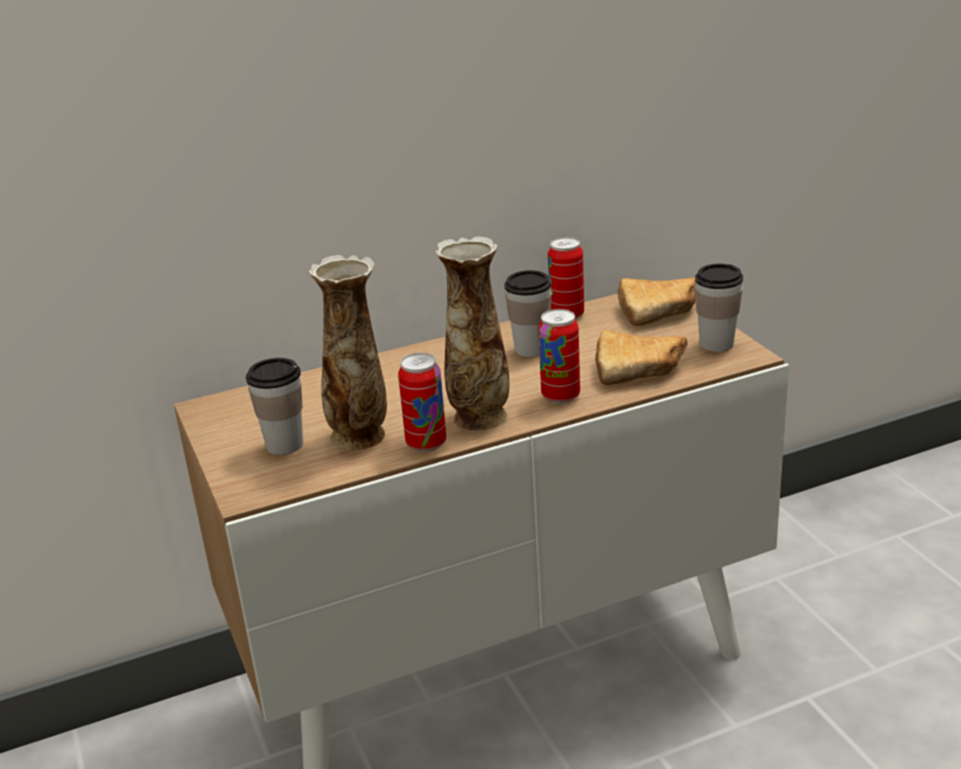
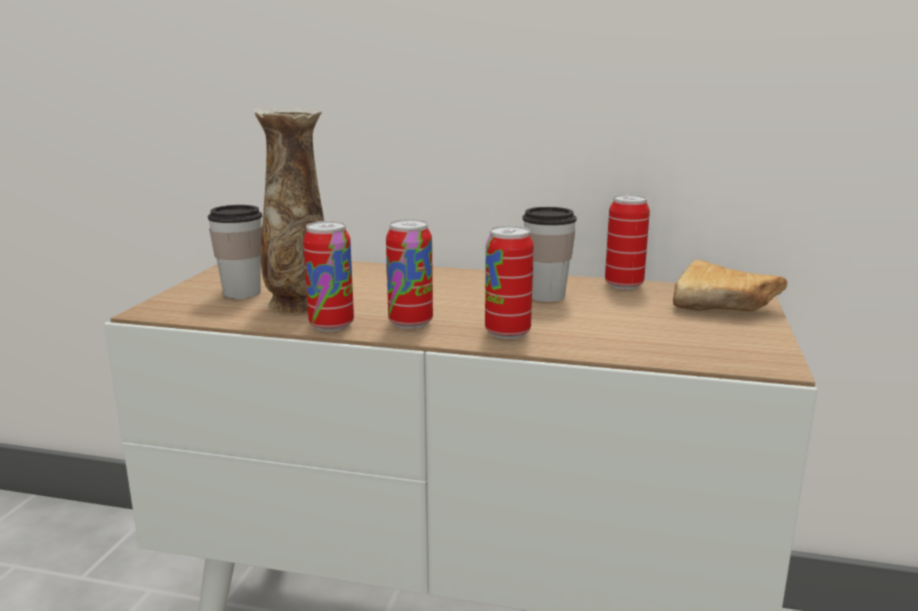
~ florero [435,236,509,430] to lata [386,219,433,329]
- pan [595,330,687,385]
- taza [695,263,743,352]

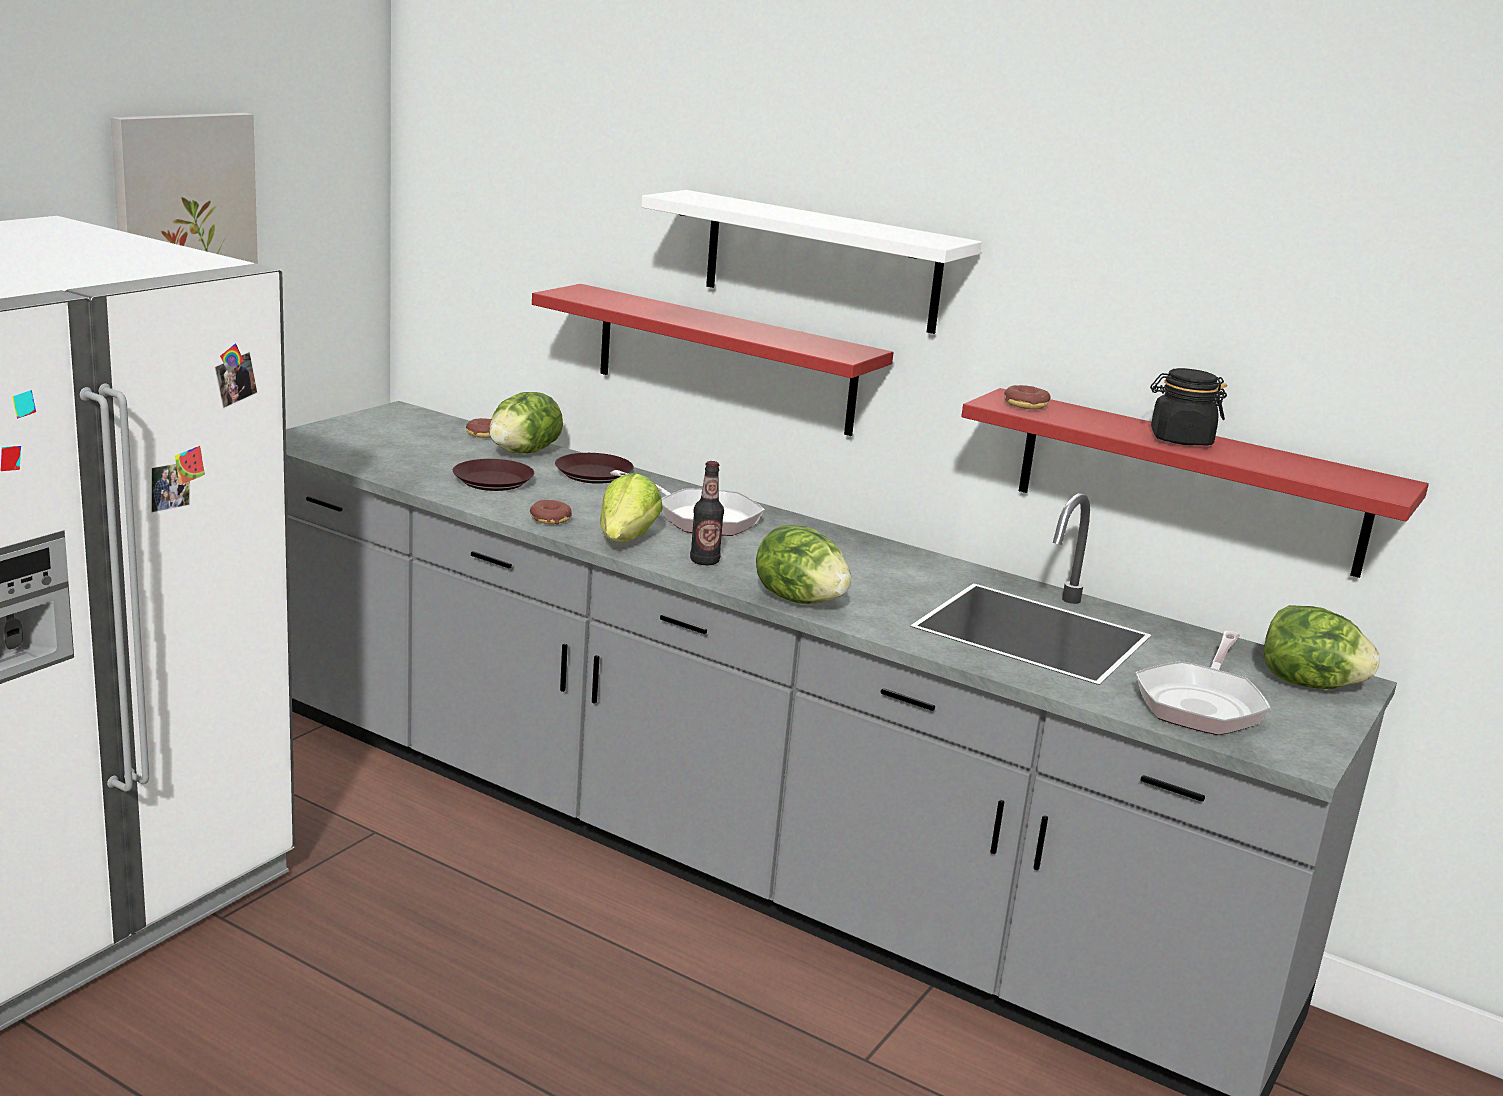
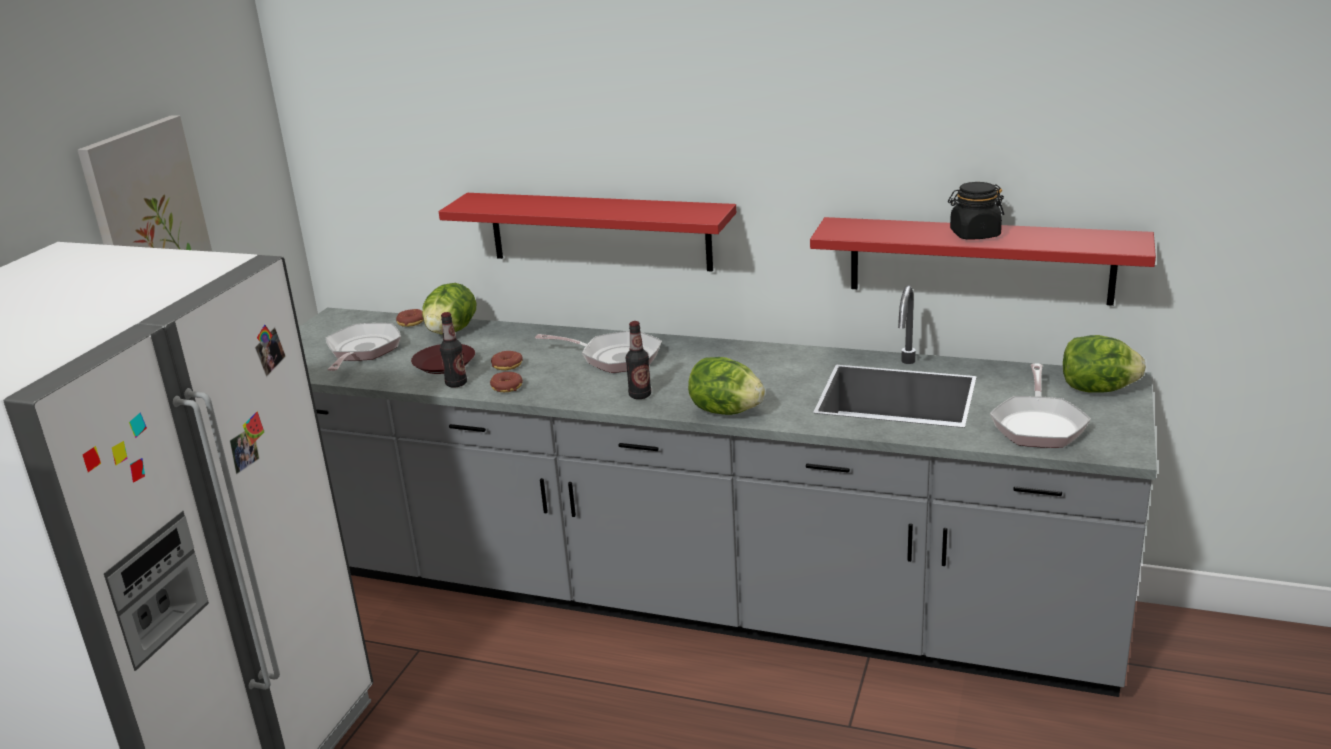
- plato [marrón] [555,453,634,484]
- lechuga [600,473,663,542]
- estante [blanco] [641,190,982,334]
~ rosquilla [1004,385,1050,410] to [491,351,523,370]
+ sartén [326,323,401,371]
+ botella [440,312,467,388]

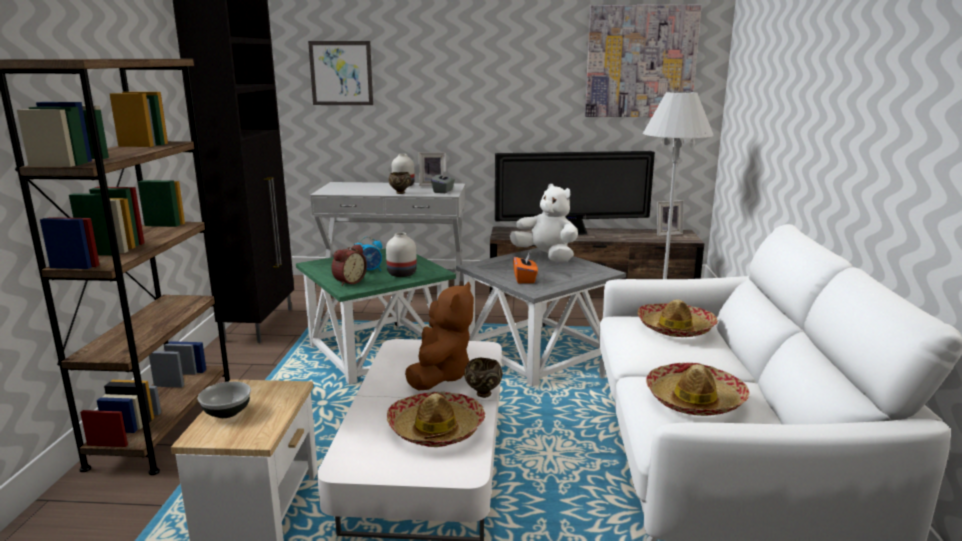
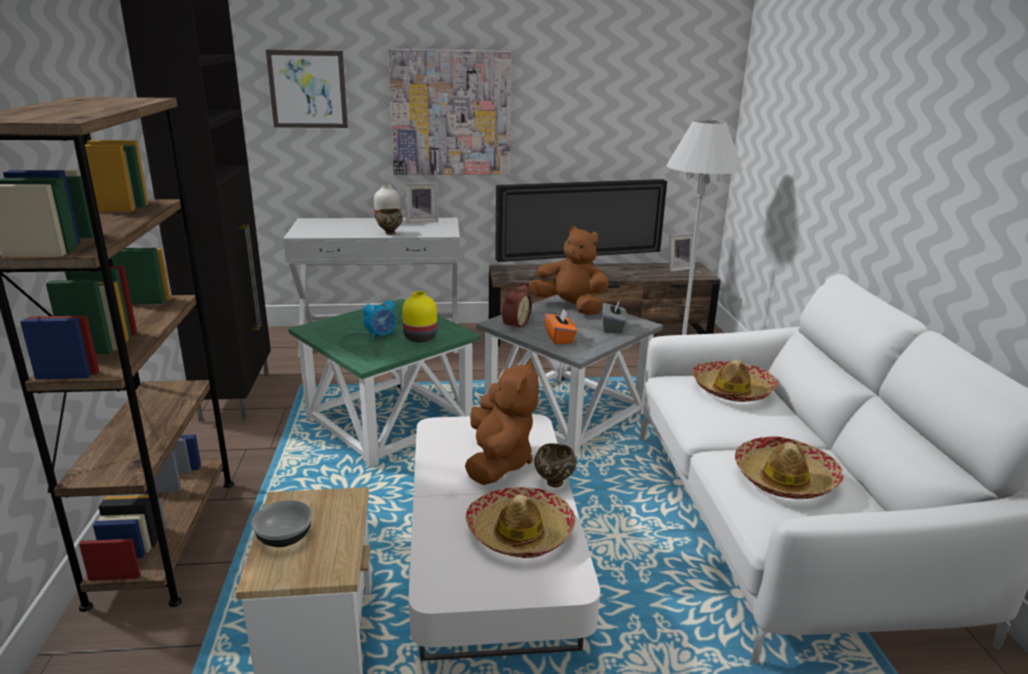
~ despertador [331,244,367,286] to [502,285,532,330]
~ florero [blanco] [386,232,417,277] to florero [amarillo] [402,291,437,342]
~ caja de pañuelos [gris] [431,171,455,193] to [603,299,627,333]
~ peluche [blanco] [510,184,578,262] to peluche [marrón] [529,226,609,315]
~ cuadro [585,5,702,117] to [388,49,512,175]

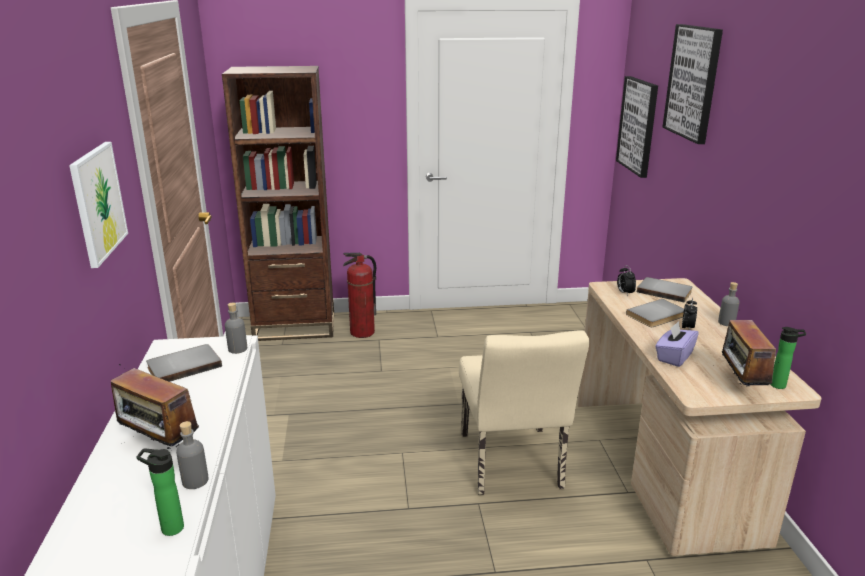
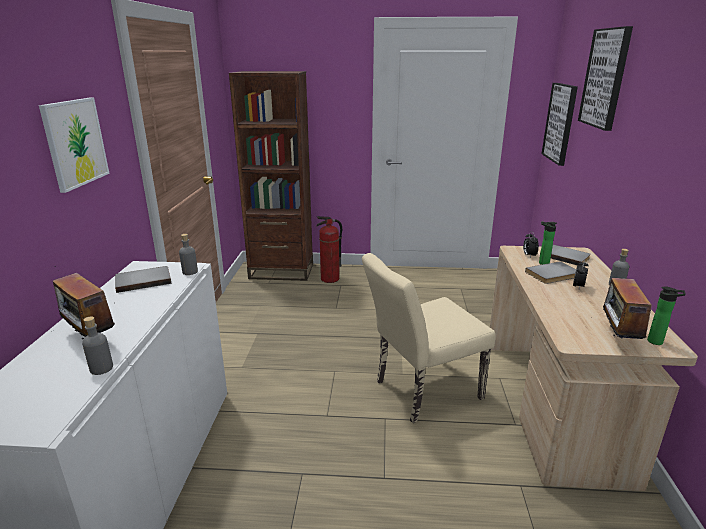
~ botella [137,449,184,536] to [539,221,557,265]
~ silla [beis] [459,330,589,495] = [362,253,496,423] 60 degrees clockwise
- caja de pañuelos [morado] [655,321,699,367]

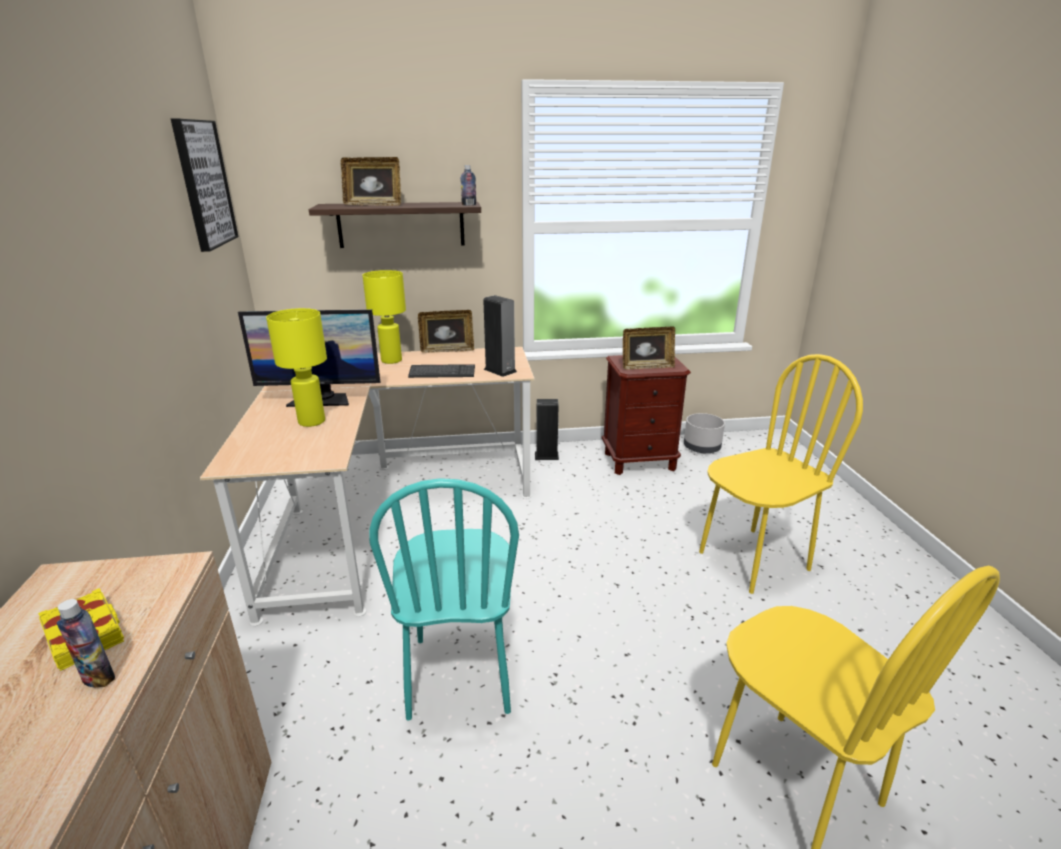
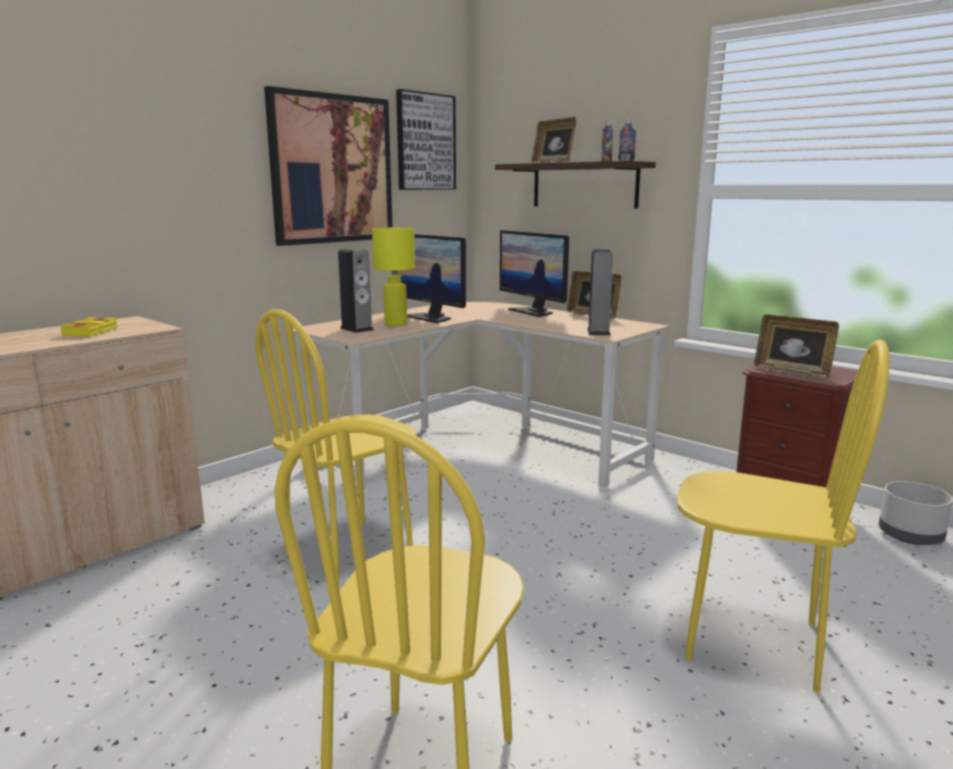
~ botella [57,599,115,688] to [601,121,613,161]
~ lámpara de mesa [amarillo] [362,270,406,364] to monitor [500,230,569,317]
~ silla [turquesa] [369,478,519,720] to silla [amarillo] [255,309,416,585]
- teclado [408,364,475,378]
~ altavoz [535,399,559,460] to [338,248,374,333]
+ cuadro [264,86,392,246]

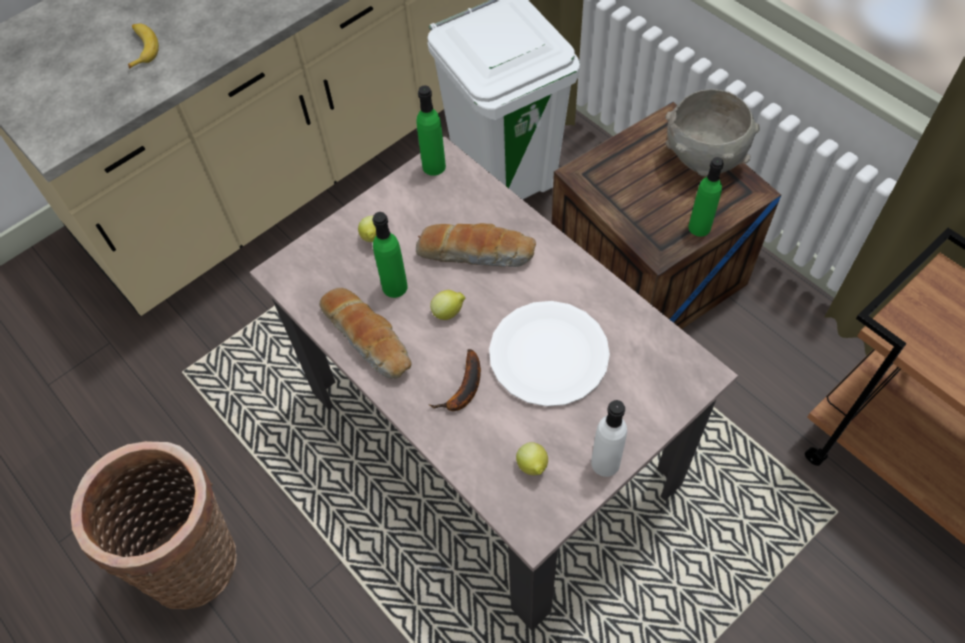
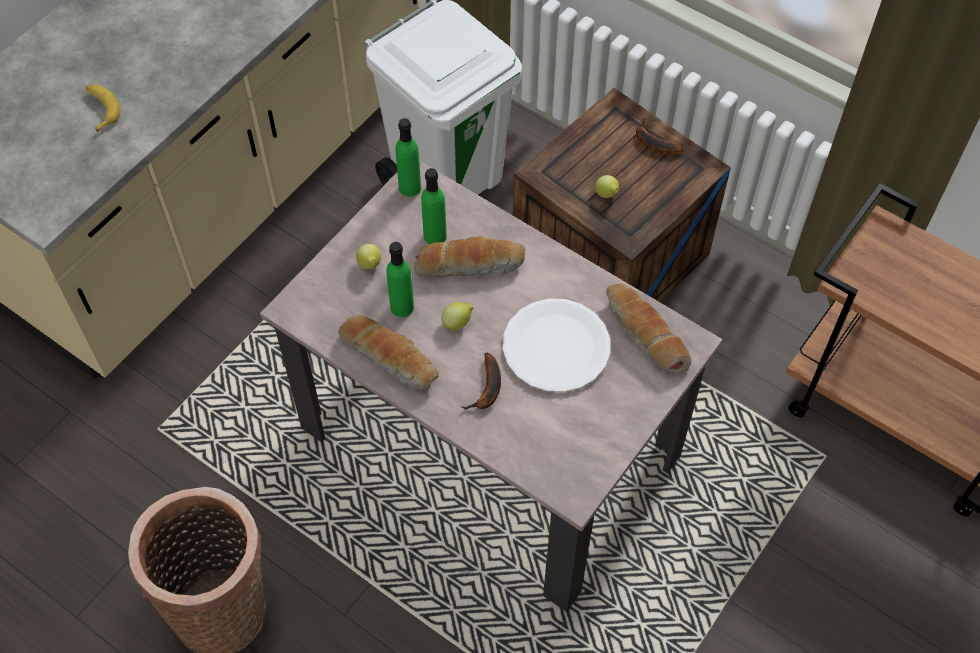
~ limón [516,442,548,475] to [595,175,619,198]
- botella [blanco] [591,400,627,477]
~ cuenco [gris] [666,89,760,177] to plátano [636,118,684,155]
~ botella [verde] [688,157,724,237] to [421,168,447,244]
+ pan [606,284,692,373]

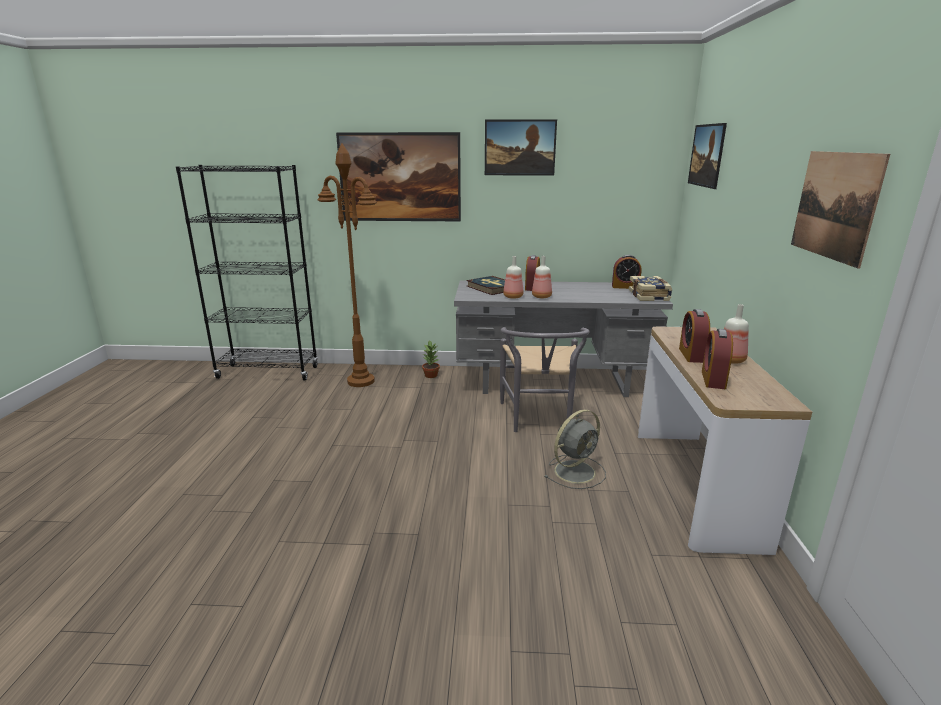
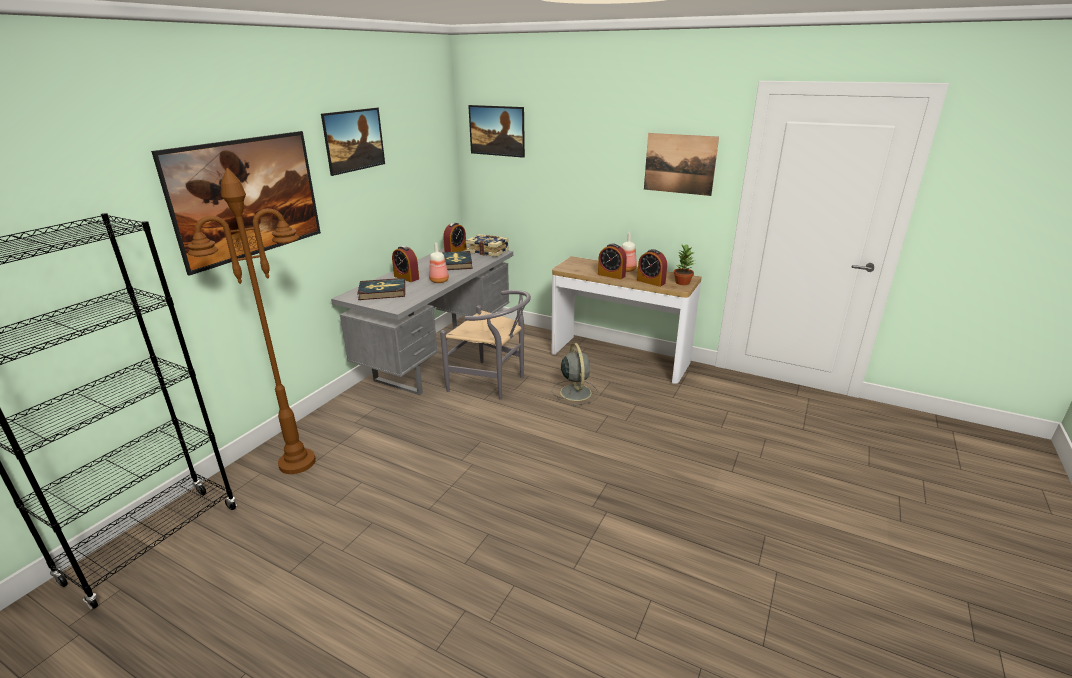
~ planta en maceta [422,341,440,378] to [674,244,695,285]
- botella [503,256,523,299]
+ libro [441,251,473,270]

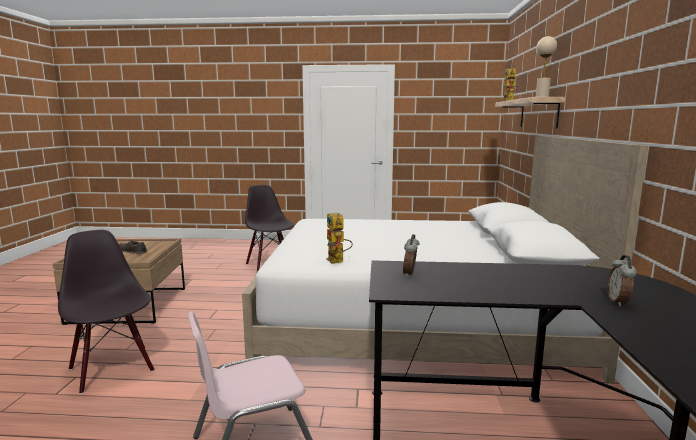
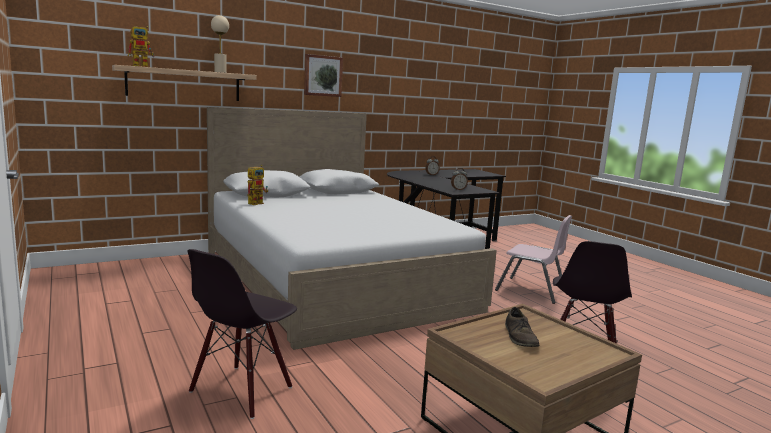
~ robot de juguete [326,213,353,264] to [247,165,268,205]
+ cuadro [304,54,343,97]

